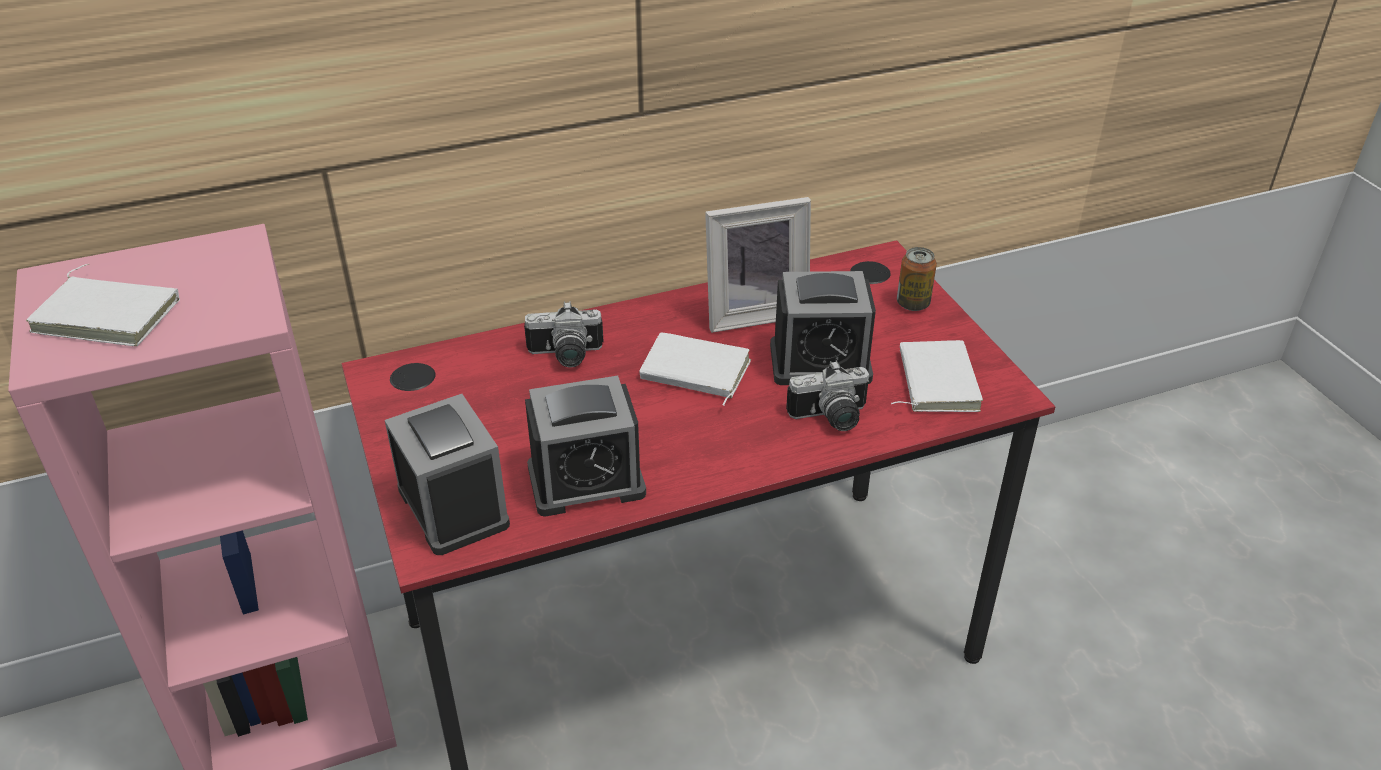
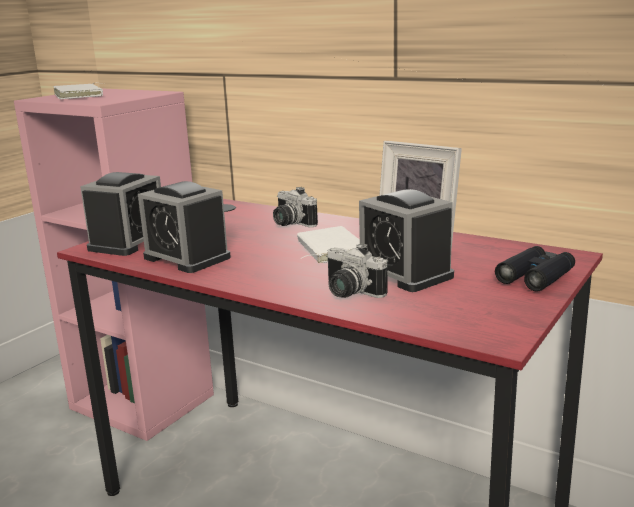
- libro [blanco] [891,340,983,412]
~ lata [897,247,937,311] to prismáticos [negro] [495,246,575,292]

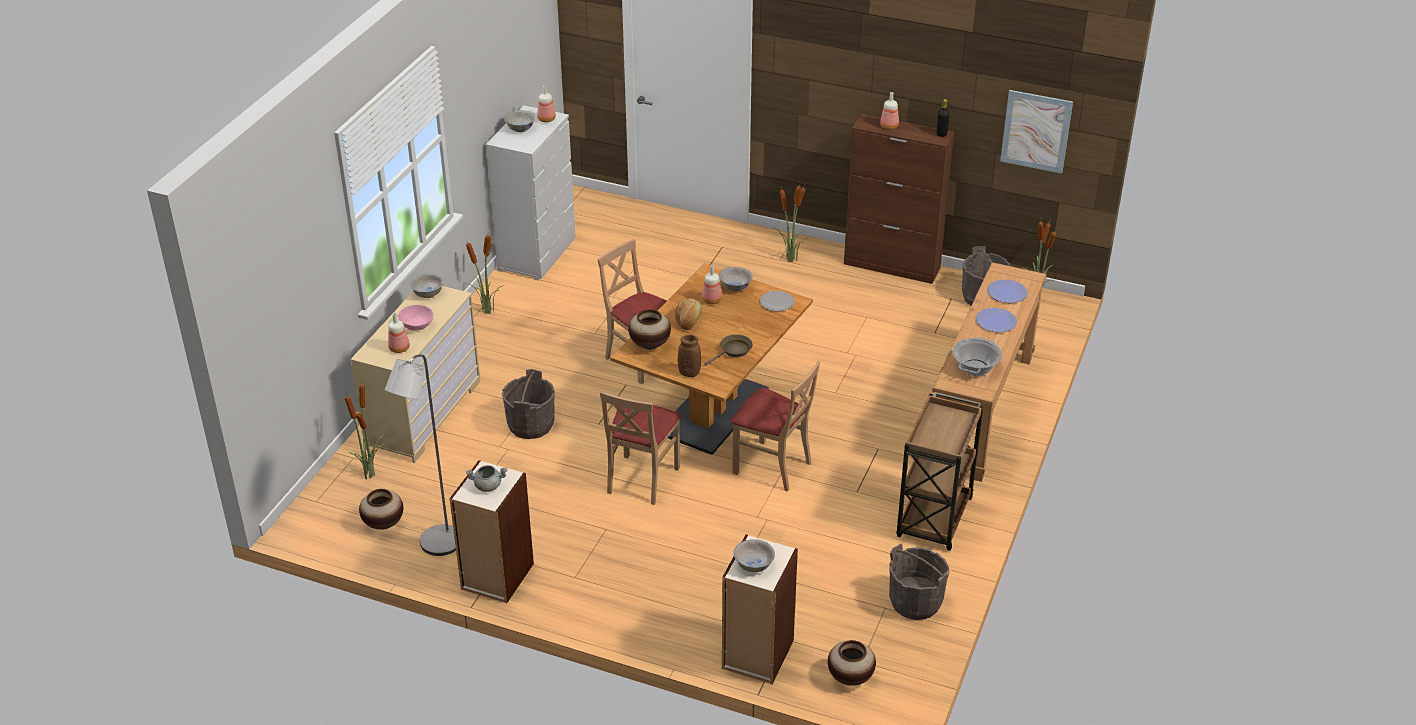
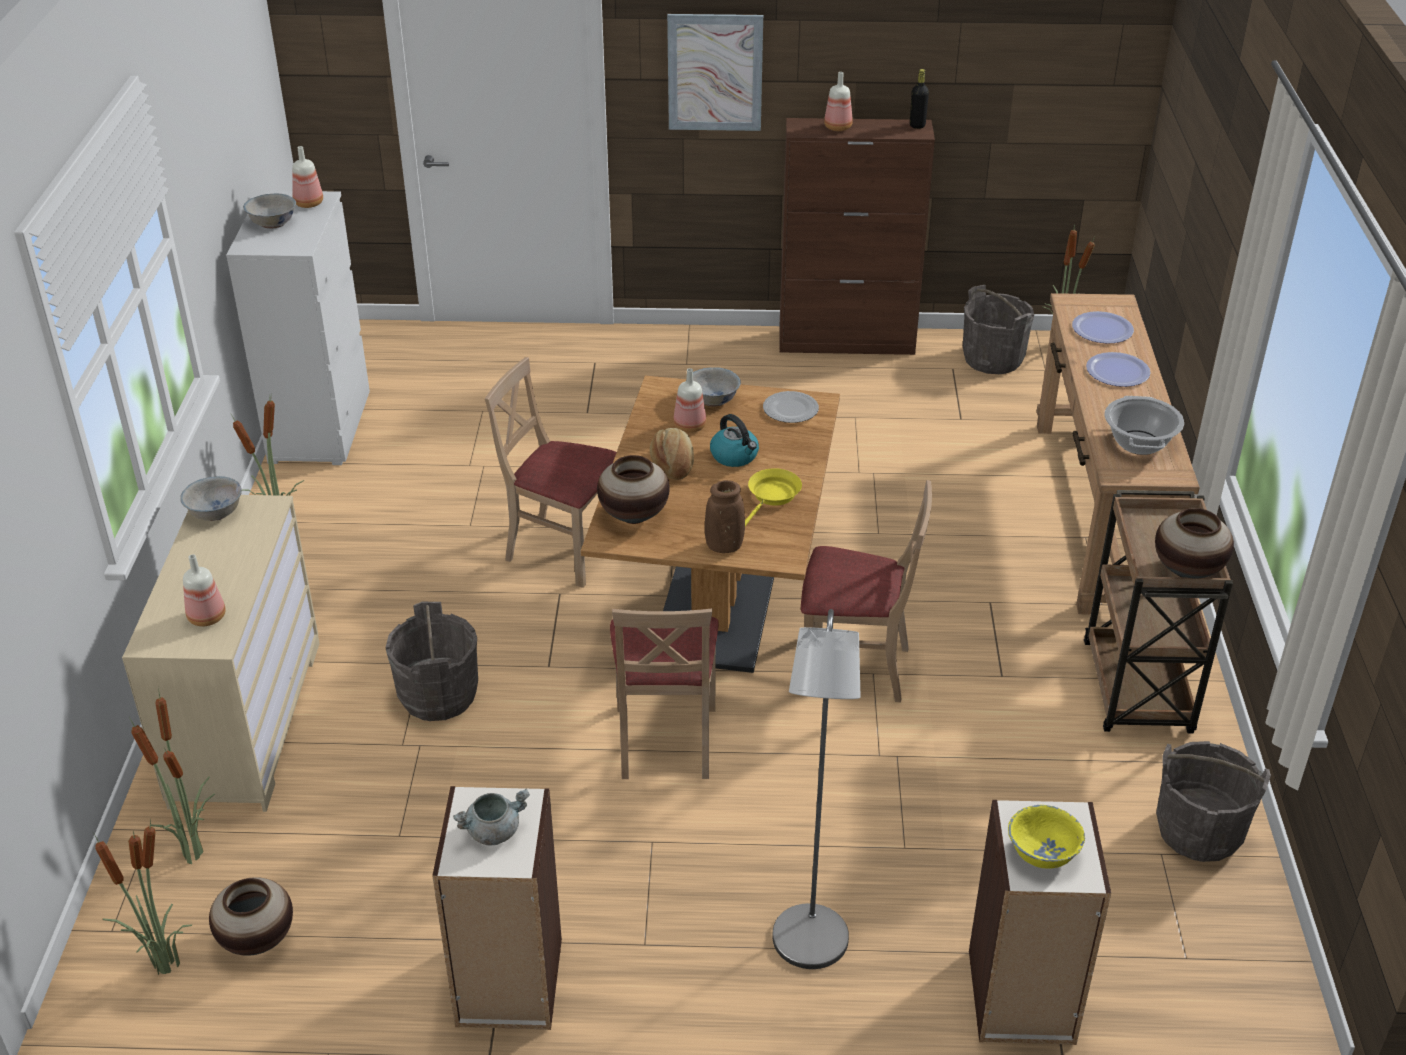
~ lámpara de pie [gris] [385,354,456,556] to [773,609,860,969]
- cuenco [rosa] [398,305,434,331]
~ sartén [marrón] [704,335,753,366] to sartén [amarillo] [745,468,802,526]
~ cuenco [blanco] [733,539,775,572] to cuenco [amarillo] [1008,805,1085,869]
~ planta en maceta [773,183,809,262] to [93,820,192,975]
~ florero [828,640,876,686] to [1155,508,1234,579]
~ cuadro [1000,90,1073,174] to [667,14,763,131]
+ hervidor [710,414,759,467]

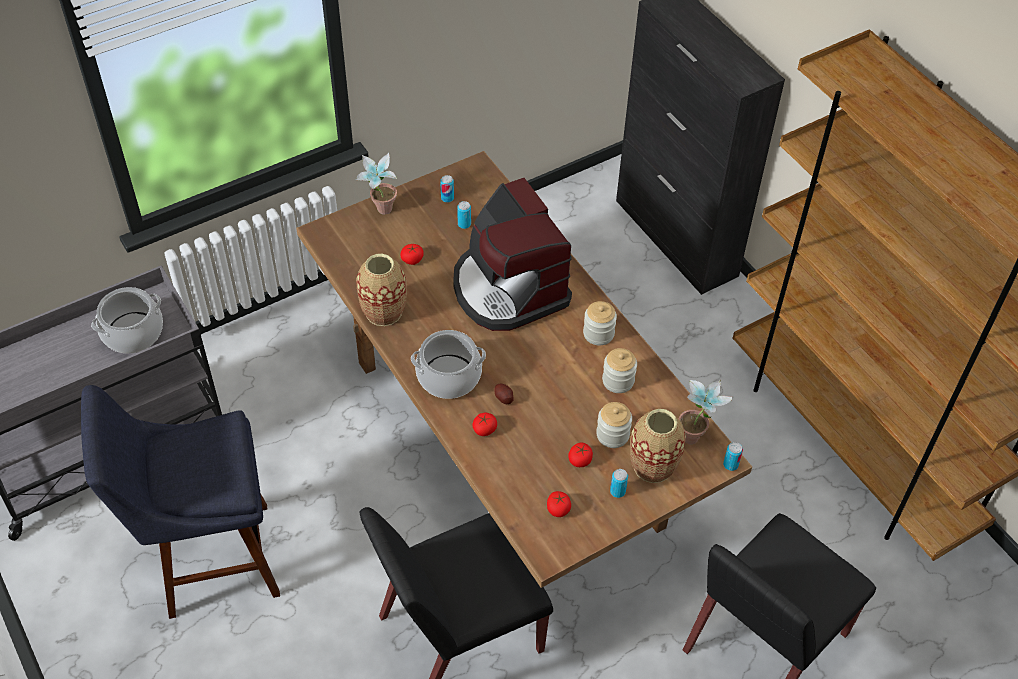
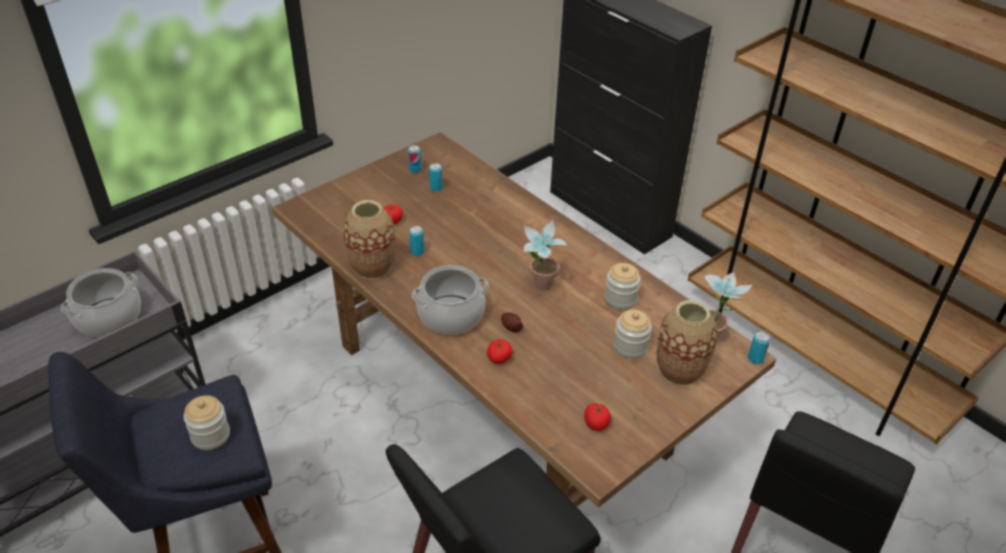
~ planta en maceta [356,153,397,214] to [523,219,568,291]
- cafetera [453,178,572,331]
- tomate [568,442,593,467]
~ tarro [583,301,617,345] to [184,395,230,450]
~ lata [610,469,628,498] to [409,226,424,256]

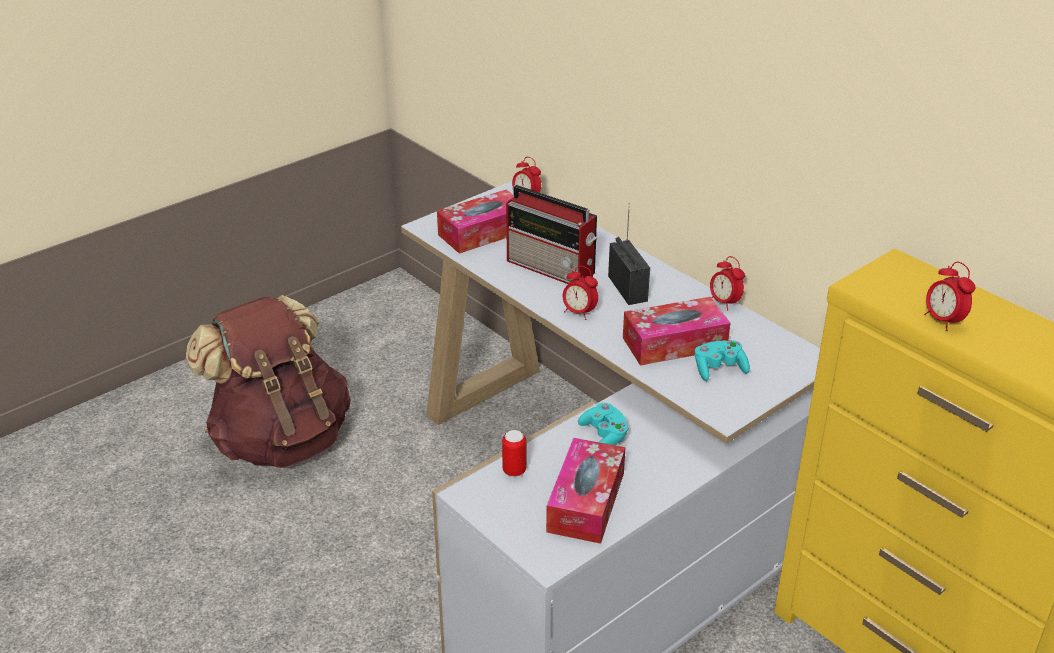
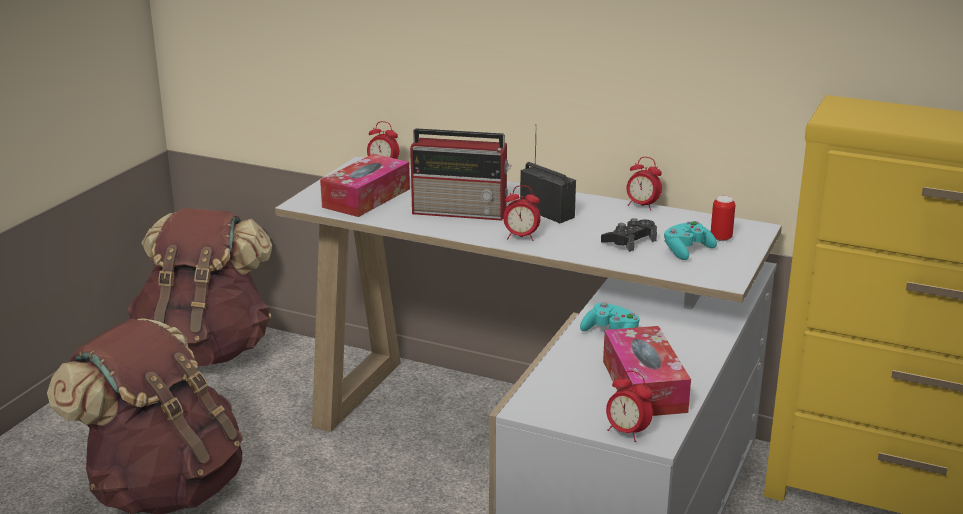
~ lata [502,430,526,477] to [711,196,735,241]
~ caja de pañuelos [623,297,730,365] to mando de consola [negro] [601,218,657,252]
~ despertador [924,262,976,331] to [606,370,653,442]
+ mochila [marrón] [128,208,272,366]

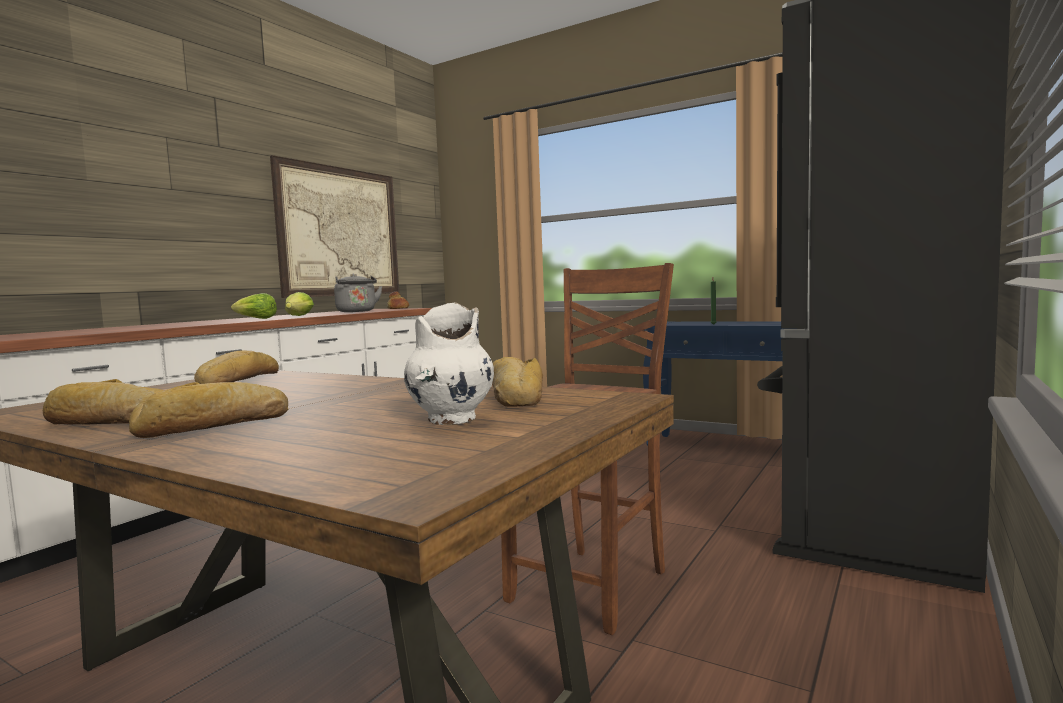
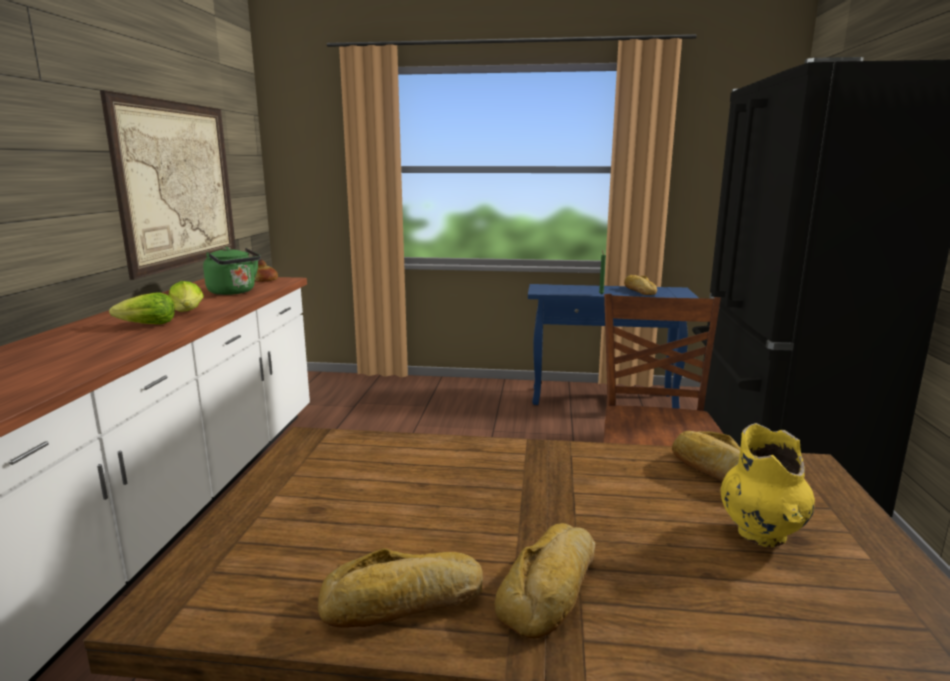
~ pan [194,350,279,384] to [624,275,657,295]
~ hervidor [gris] [334,274,382,312] to hervidor [verde] [203,247,261,295]
~ florero [blanco] [404,302,494,425] to florero [amarillo] [721,423,815,547]

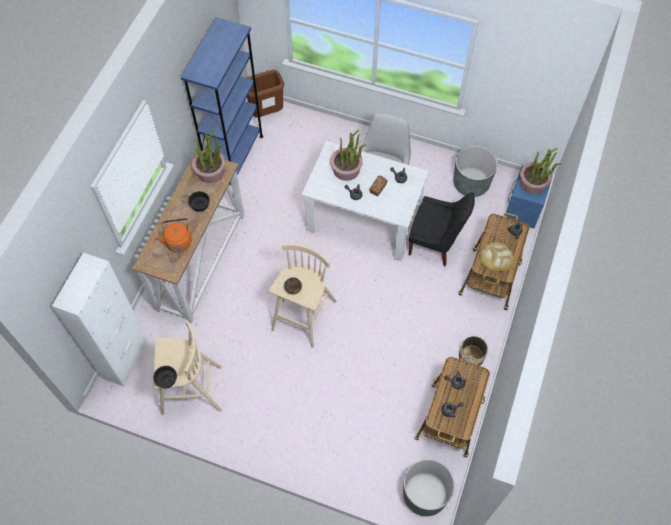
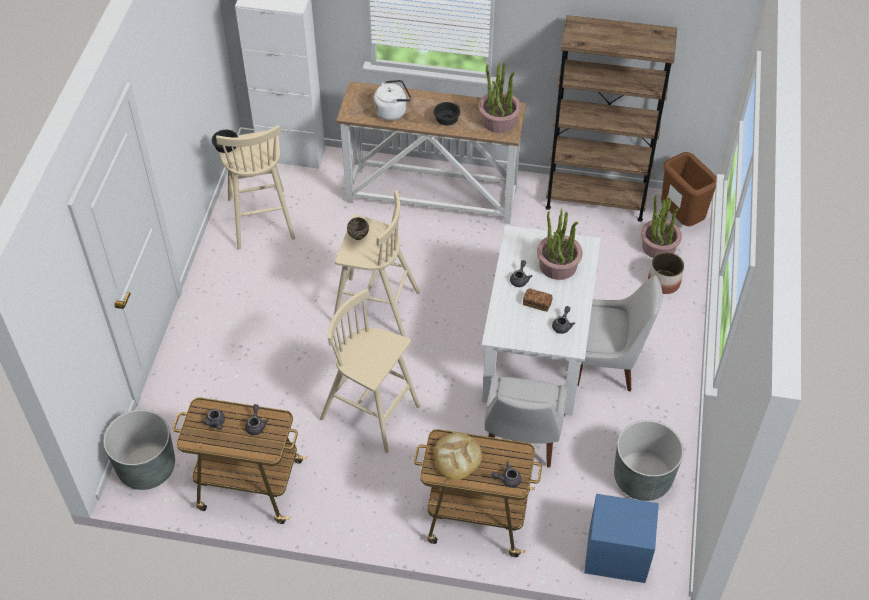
~ hervidor [naranja] [157,218,192,253] to hervidor [blanco] [374,80,411,121]
~ estantería [azul] [181,17,263,185] to estantería [marrón] [546,15,677,222]
~ silla [negro] [409,192,475,266] to silla [blanco] [485,375,568,468]
~ maceta [459,336,488,366] to [648,252,684,294]
~ planta en maceta [520,148,562,194] to [641,195,682,258]
+ taburete [beis] [320,289,420,453]

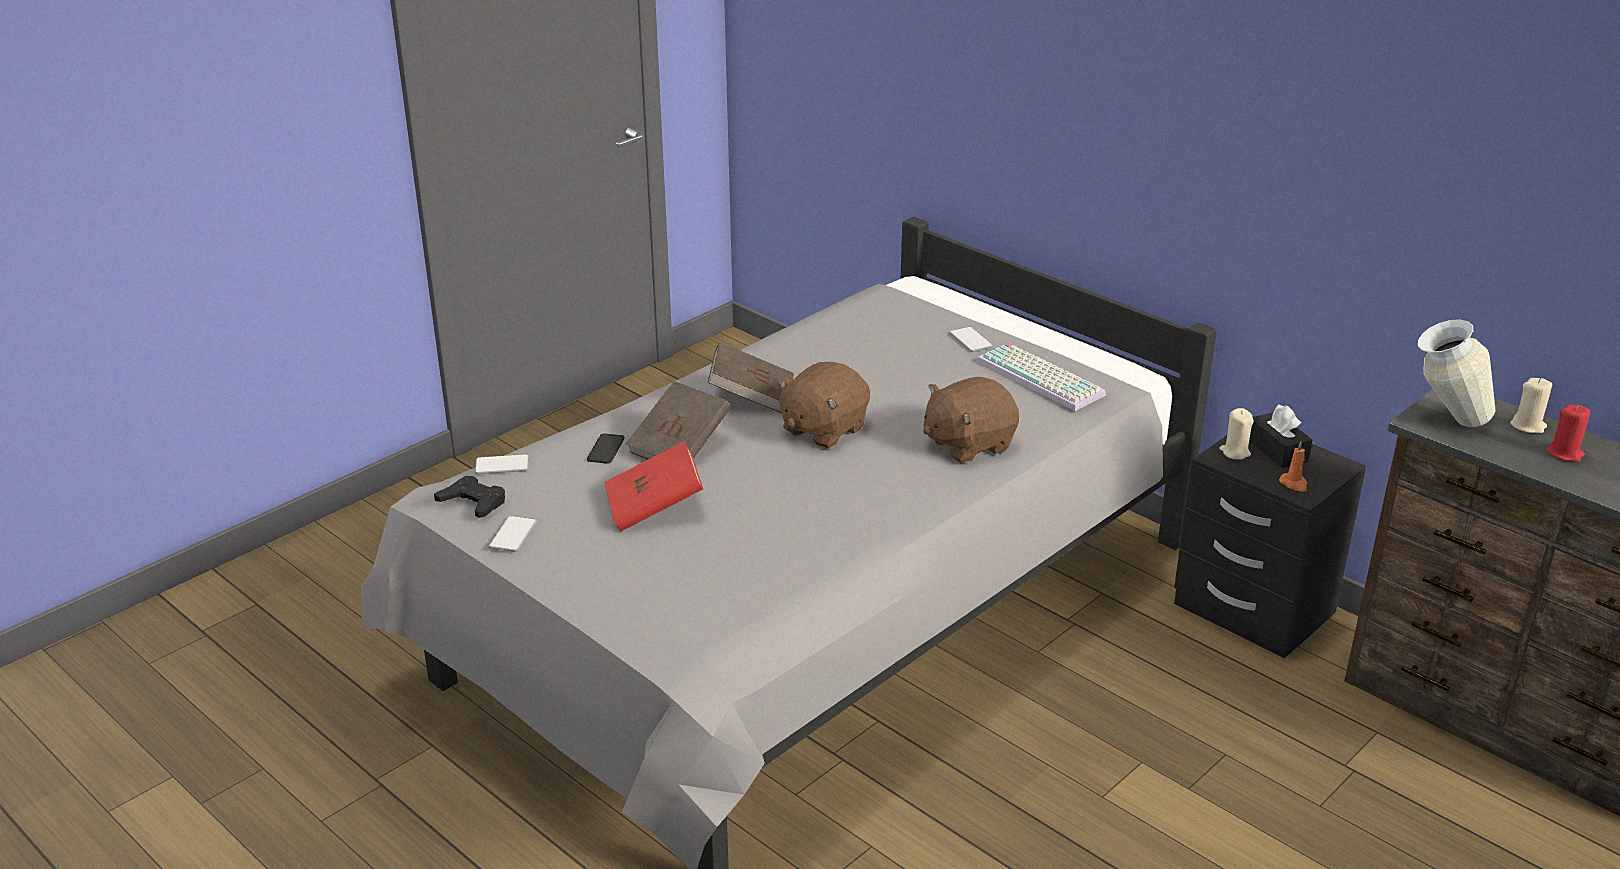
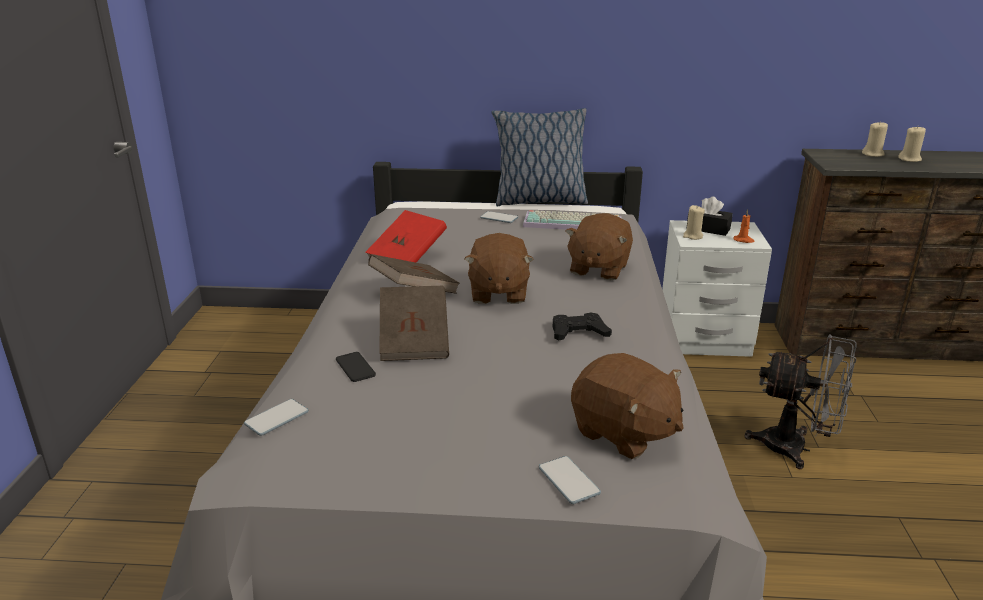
~ mando de consola [negro] [434,476,505,518] to [553,313,612,340]
~ móvil [489,516,537,552] to [539,456,601,504]
~ libro [rojo] [604,441,703,531] to [365,210,447,263]
~ mesita de noche [negro] [1174,435,1366,658] to mesita de noche [blanco] [662,220,772,357]
- florero [1418,319,1495,427]
~ vela [rojo] [1546,404,1591,462] to vela [beis] [898,126,926,162]
+ cojín [492,108,588,206]
+ peluche [marrón] [571,353,684,459]
+ ventilador [gris] [745,334,857,469]

